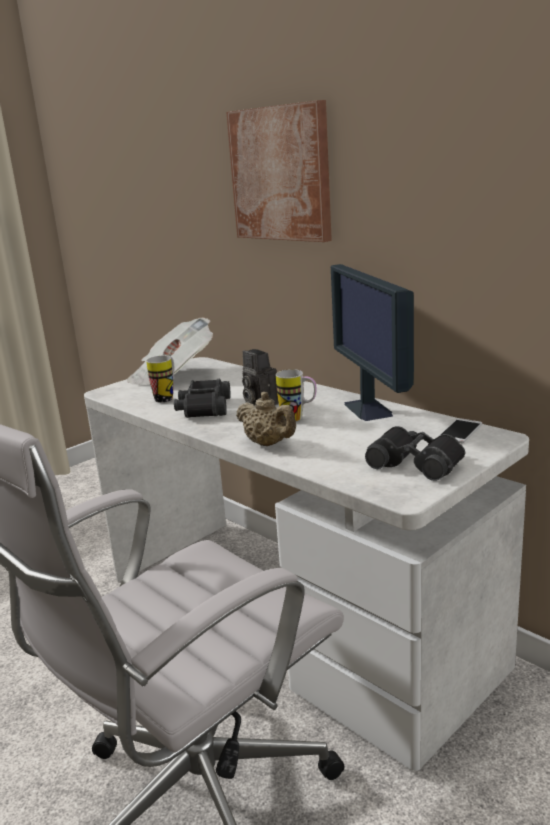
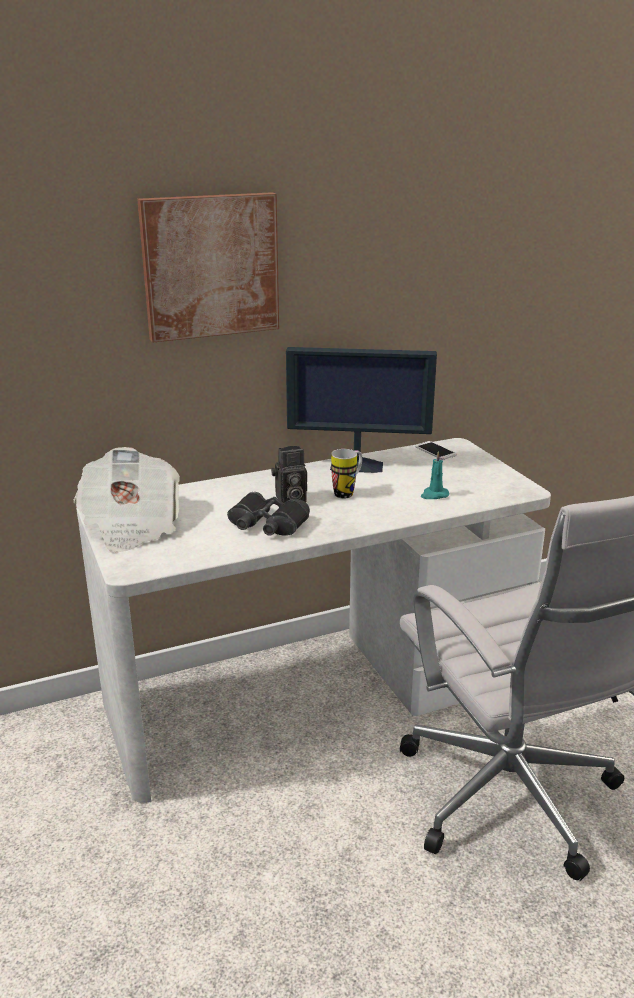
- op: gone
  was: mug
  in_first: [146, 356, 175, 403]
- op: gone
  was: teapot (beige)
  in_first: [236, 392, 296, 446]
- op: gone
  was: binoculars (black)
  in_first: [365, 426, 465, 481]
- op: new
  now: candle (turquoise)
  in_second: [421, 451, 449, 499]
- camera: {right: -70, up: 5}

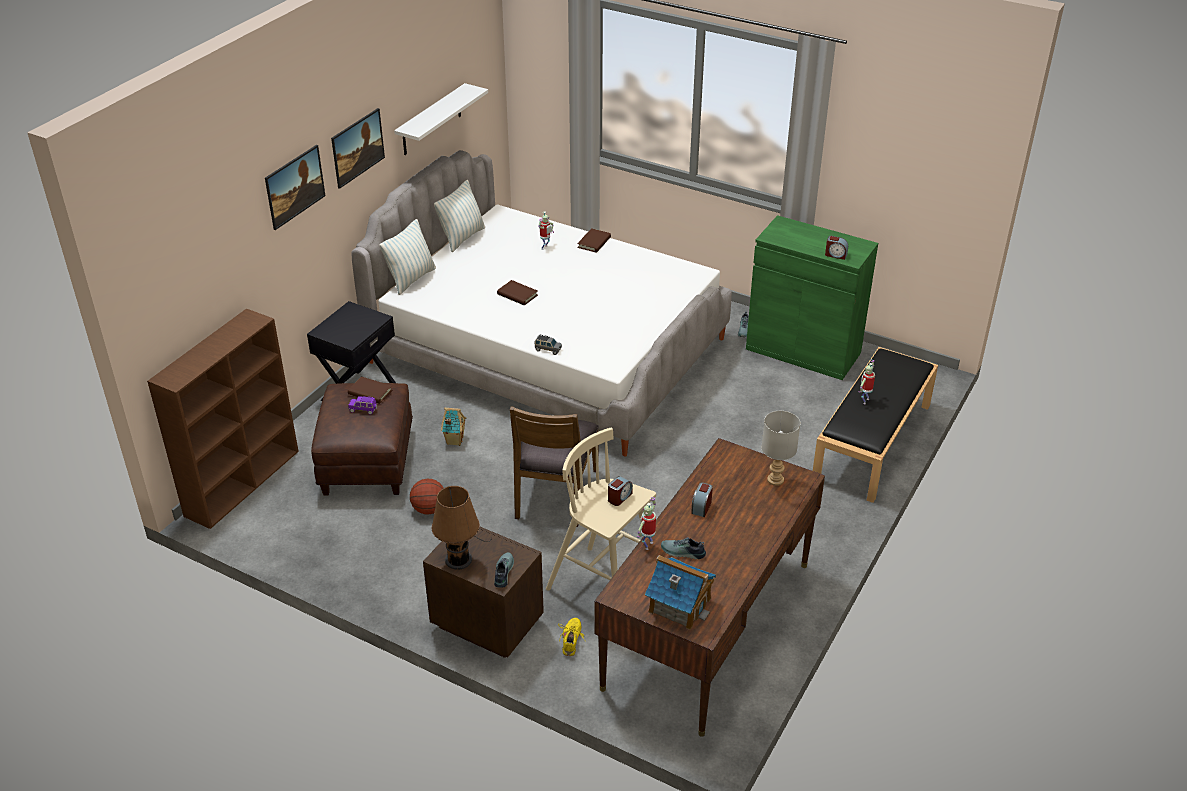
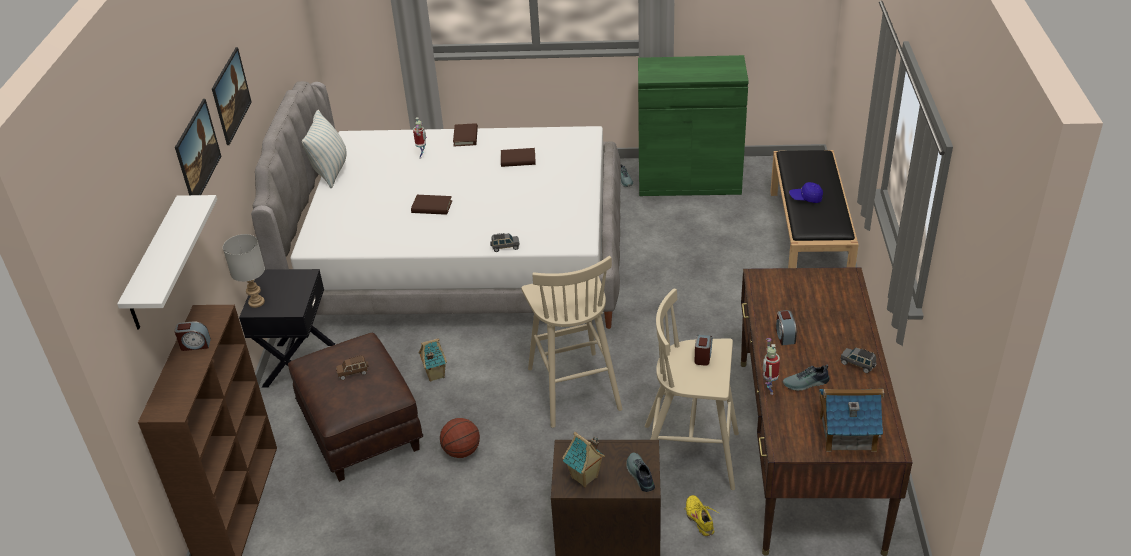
- op: gone
  was: pillow
  in_first: [379, 219, 436, 295]
- op: new
  now: toy car (grey)
  in_second: [840, 347, 877, 373]
- op: shifted
  was: book (brown)
  in_first: [348, 377, 392, 404]
  in_second: [501, 148, 536, 167]
- op: shifted
  was: shelf (white)
  in_first: [394, 83, 488, 155]
  in_second: [117, 195, 217, 330]
- op: shifted
  was: table lamp (grey)
  in_first: [762, 411, 800, 486]
  in_second: [223, 234, 265, 308]
- op: shifted
  was: alarm clock
  in_first: [825, 236, 848, 260]
  in_second: [174, 321, 211, 351]
- op: swapped
  was: table lamp (brown)
  now: toy house
  in_first: [432, 486, 492, 570]
  in_second: [562, 432, 605, 488]
- op: swapped
  was: chair (brown)
  now: stool (beige)
  in_first: [510, 407, 599, 527]
  in_second: [521, 256, 622, 428]
- op: swapped
  was: toy robot
  now: cap (blue)
  in_first: [858, 360, 875, 404]
  in_second: [789, 182, 823, 203]
- op: repainted
  was: toy car (purple)
  now: toy car (brown)
  in_first: [348, 396, 377, 414]
  in_second: [336, 355, 369, 380]
- camera: {right: -25, up: 0}

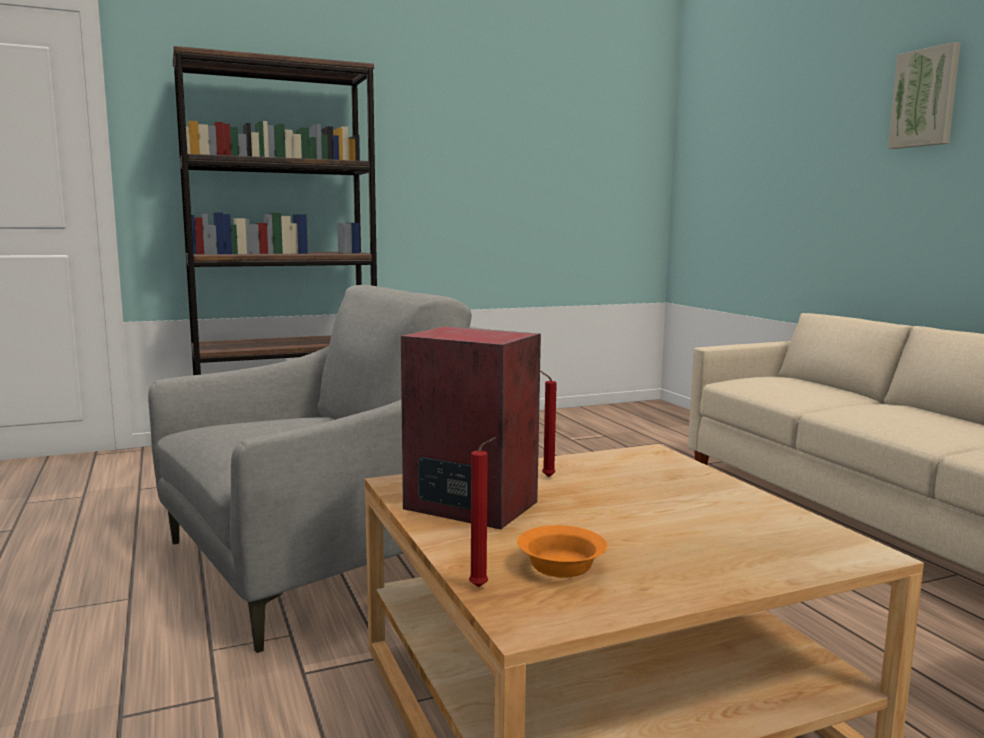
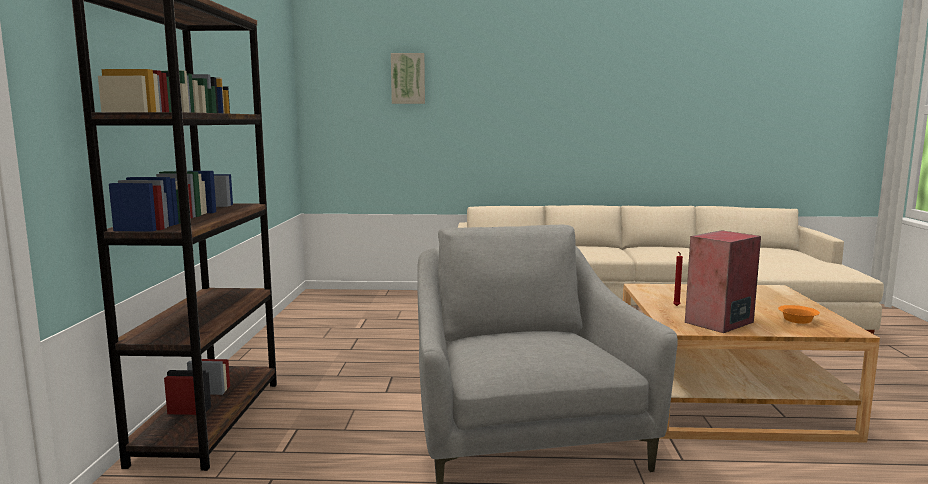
- op: gone
  was: candle (red)
  in_first: [469, 437, 497, 587]
- op: shifted
  was: picture
  in_first: [888, 42, 960, 149]
  in_second: [391, 53, 425, 104]
- camera: {right: -65, up: 0}

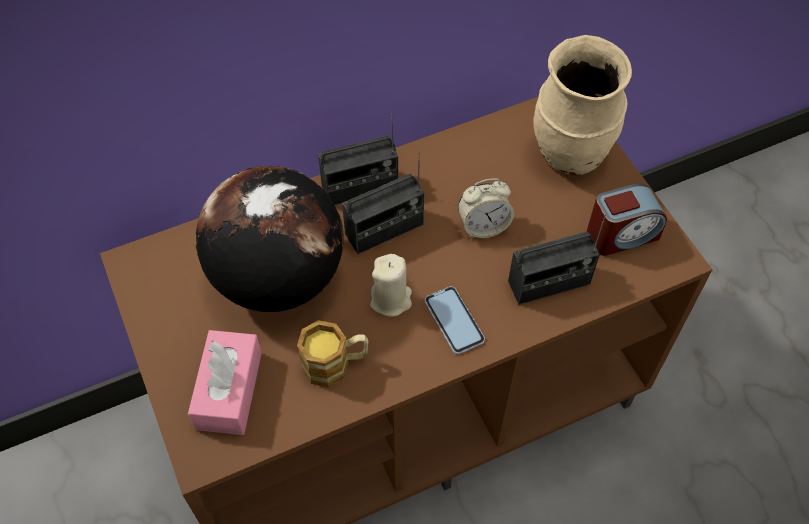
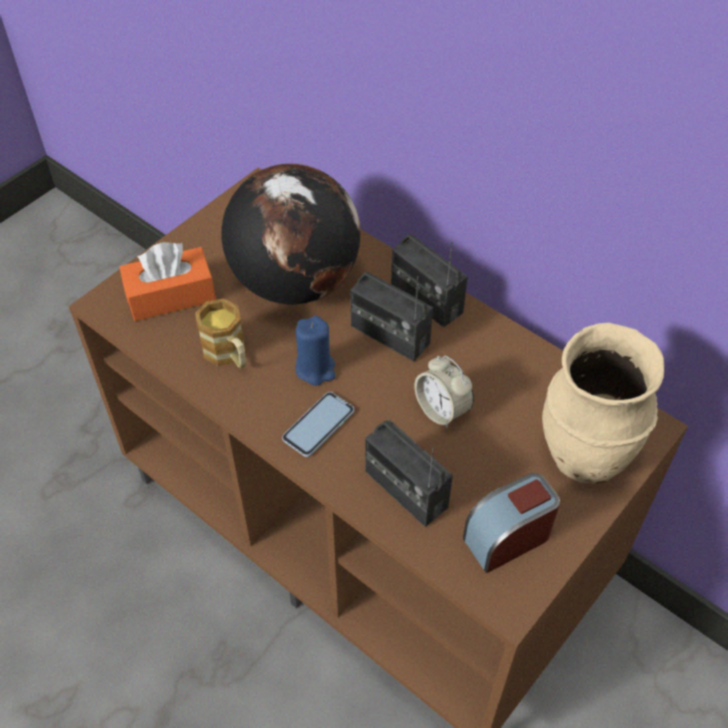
- op: repainted
  was: tissue box (pink)
  now: tissue box (orange)
  in_first: [188, 330, 262, 435]
  in_second: [120, 242, 216, 321]
- op: repainted
  was: candle (beige)
  now: candle (blue)
  in_first: [370, 254, 412, 317]
  in_second: [295, 316, 336, 386]
- op: rotated
  was: alarm clock
  in_first: [587, 184, 667, 256]
  in_second: [463, 473, 560, 573]
  clockwise: 105
- camera: {right: 65, up: -5}

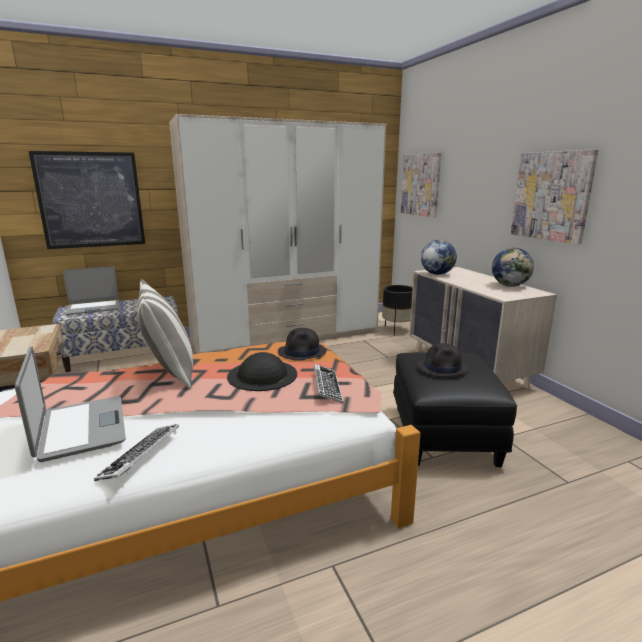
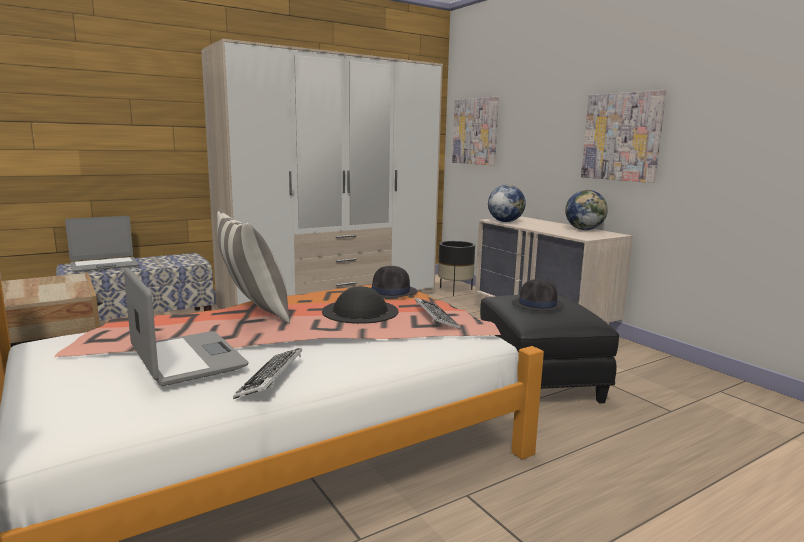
- op: gone
  was: picture
  in_first: [29, 151, 145, 249]
- camera: {right: -10, up: -5}

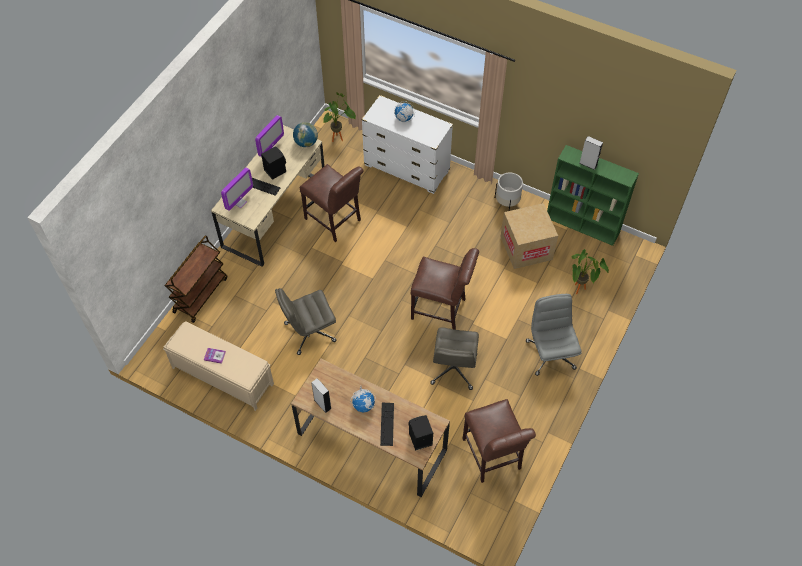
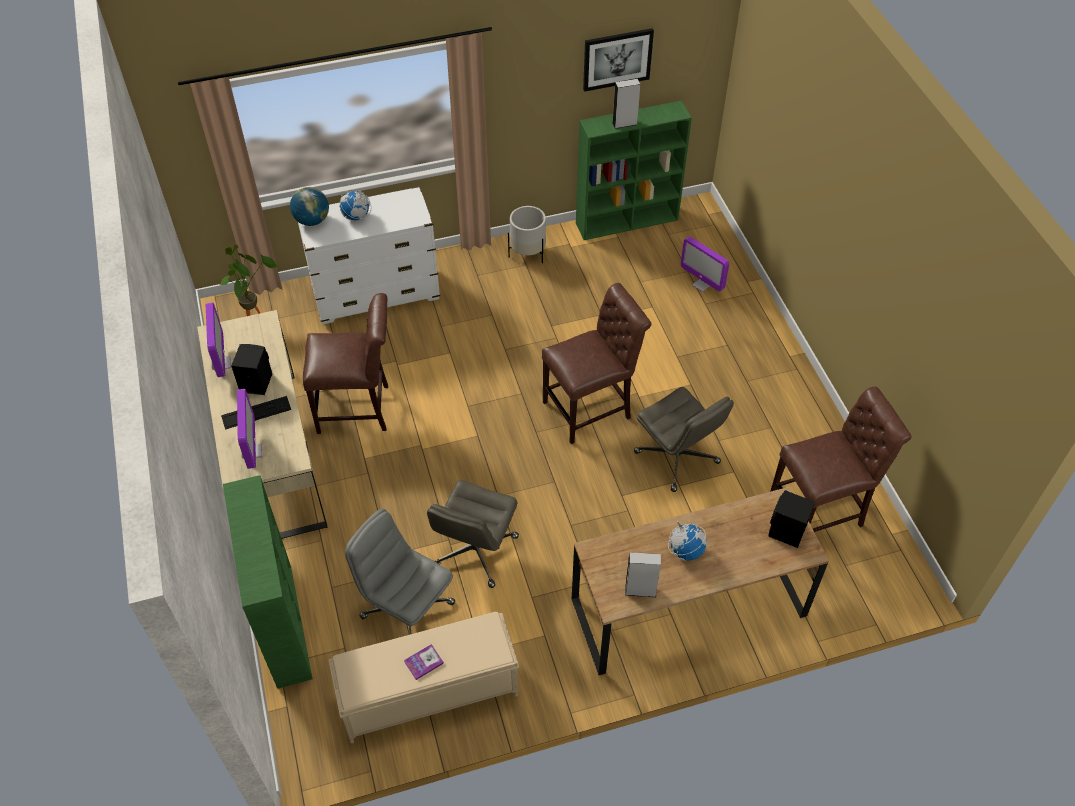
- op: gone
  was: keyboard
  in_first: [380, 403, 394, 446]
- op: gone
  was: cardboard box
  in_first: [501, 203, 558, 269]
- op: new
  now: picture
  in_second: [583, 28, 654, 92]
- op: shifted
  was: globe
  in_first: [293, 122, 318, 147]
  in_second: [290, 187, 329, 226]
- op: shifted
  was: office chair (grey)
  in_first: [526, 294, 582, 376]
  in_second: [345, 508, 455, 634]
- op: swapped
  was: cart (brown)
  now: bookcase (green)
  in_first: [165, 235, 227, 323]
  in_second: [223, 475, 313, 689]
- op: swapped
  was: potted plant
  now: monitor
  in_first: [572, 249, 609, 294]
  in_second: [681, 236, 729, 292]
- op: rotated
  was: chair (brown)
  in_first: [463, 399, 536, 483]
  in_second: [770, 387, 911, 532]
  clockwise: -45
- camera: {right: -45, up: -5}

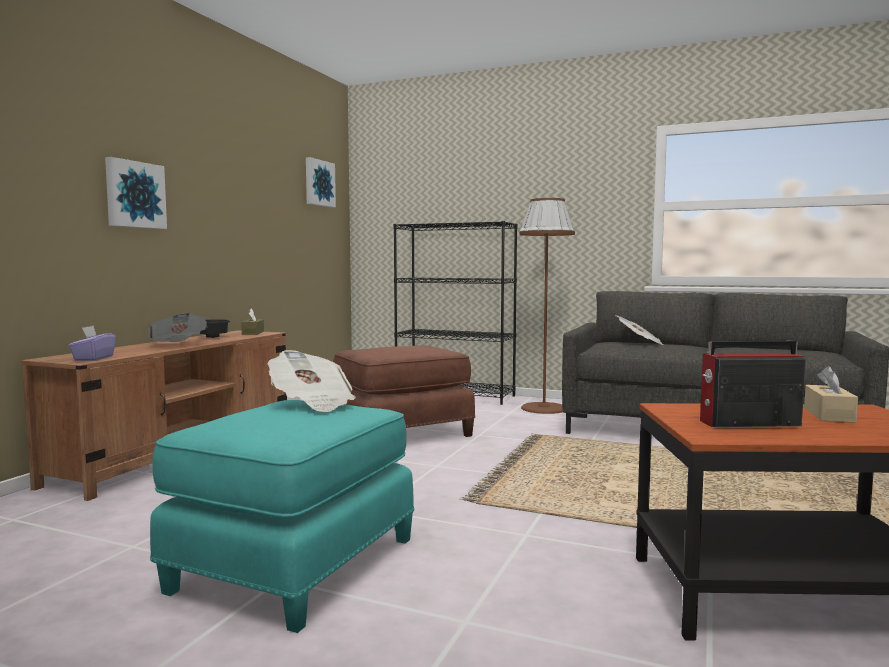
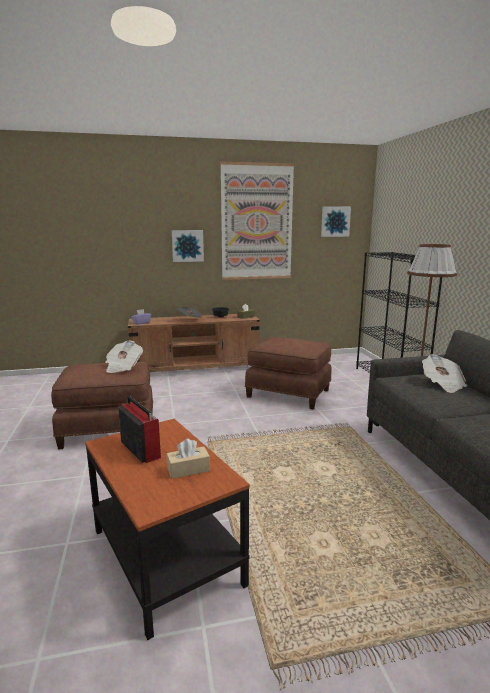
- op: new
  now: picture
  in_second: [220, 161, 294, 280]
- op: repainted
  was: ottoman (turquoise)
  now: ottoman (brown)
  in_first: [150, 400, 414, 633]
  in_second: [51, 361, 153, 450]
- camera: {right: 55, up: 10}

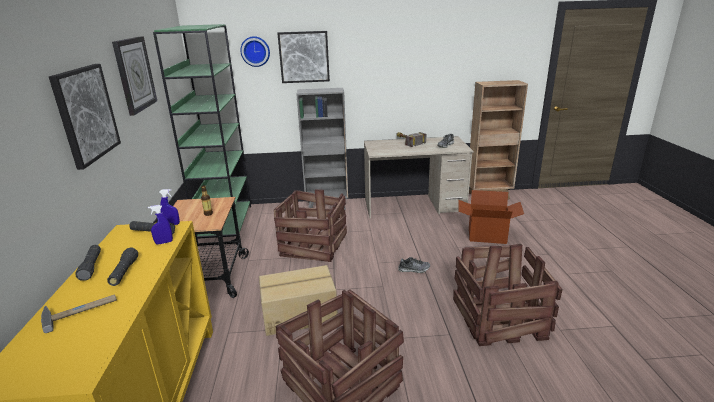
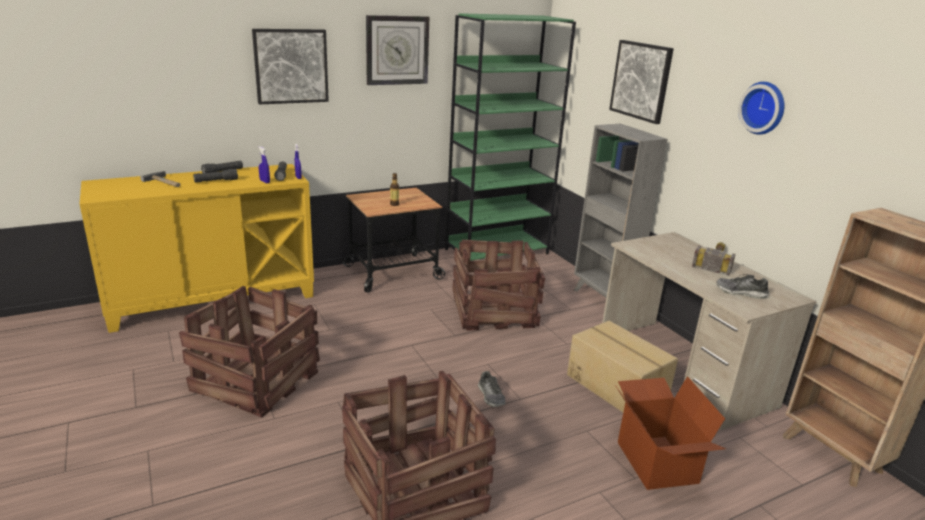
- op: shifted
  was: wall clock
  in_first: [240, 36, 270, 67]
  in_second: [738, 82, 785, 135]
- op: shifted
  was: cardboard box
  in_first: [259, 265, 338, 336]
  in_second: [567, 321, 678, 412]
- camera: {right: 65, up: 0}

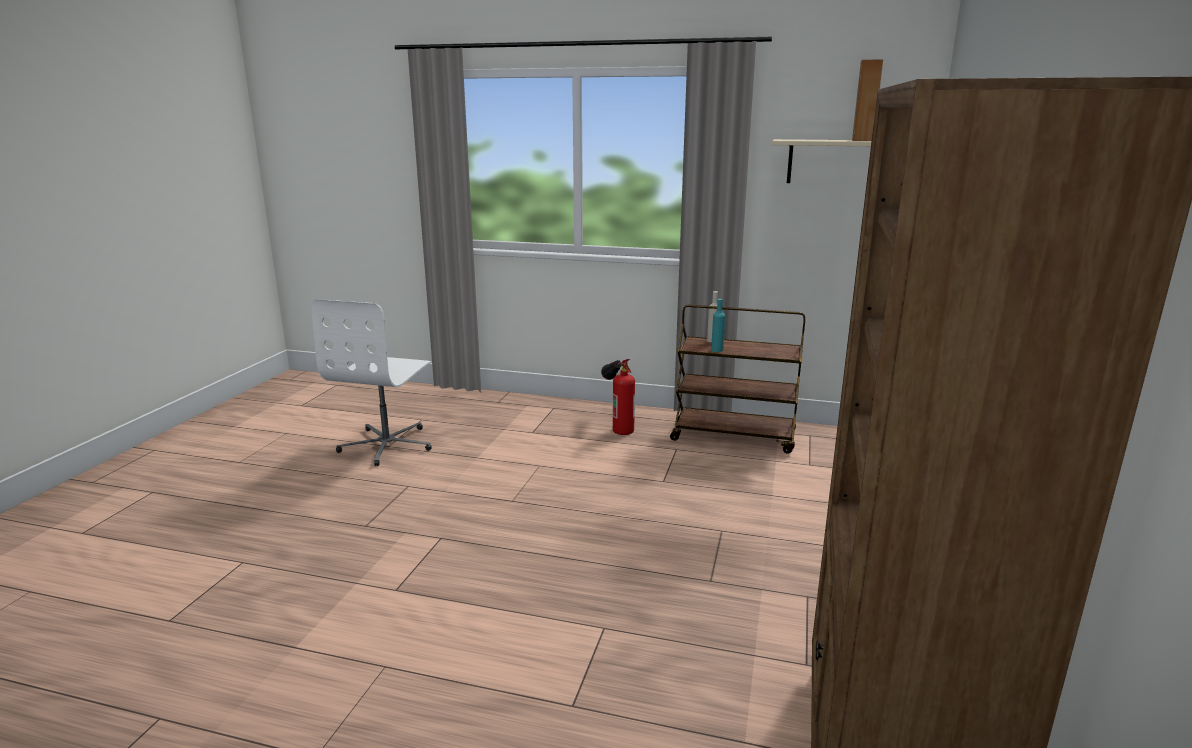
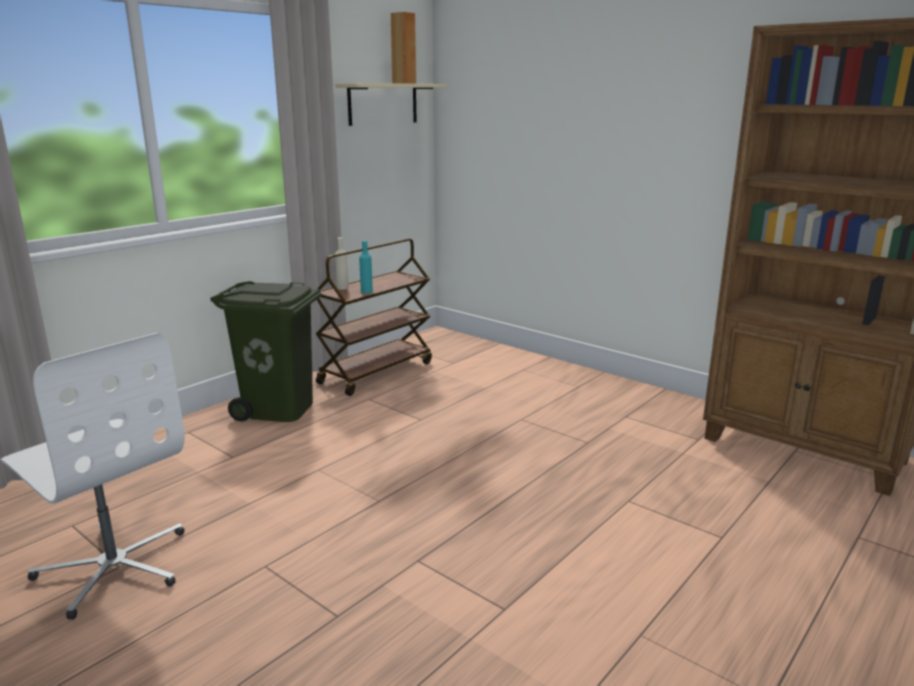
- op: swapped
  was: fire extinguisher
  now: trash can (green)
  in_first: [601, 359, 635, 435]
  in_second: [210, 281, 322, 422]
- camera: {right: -65, up: 0}

